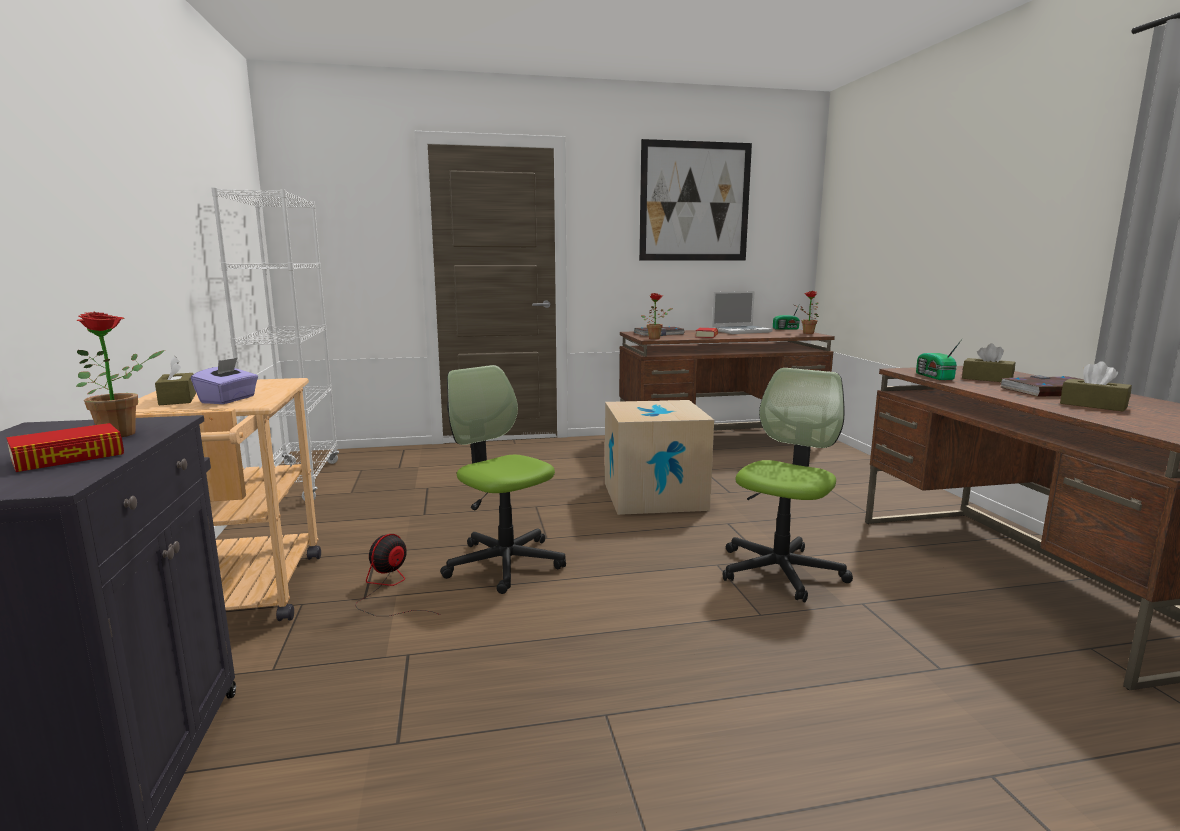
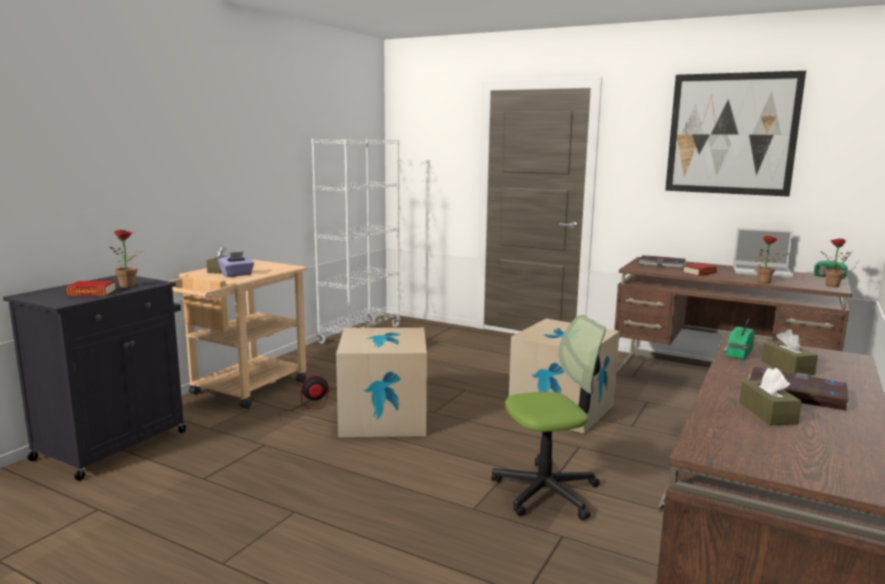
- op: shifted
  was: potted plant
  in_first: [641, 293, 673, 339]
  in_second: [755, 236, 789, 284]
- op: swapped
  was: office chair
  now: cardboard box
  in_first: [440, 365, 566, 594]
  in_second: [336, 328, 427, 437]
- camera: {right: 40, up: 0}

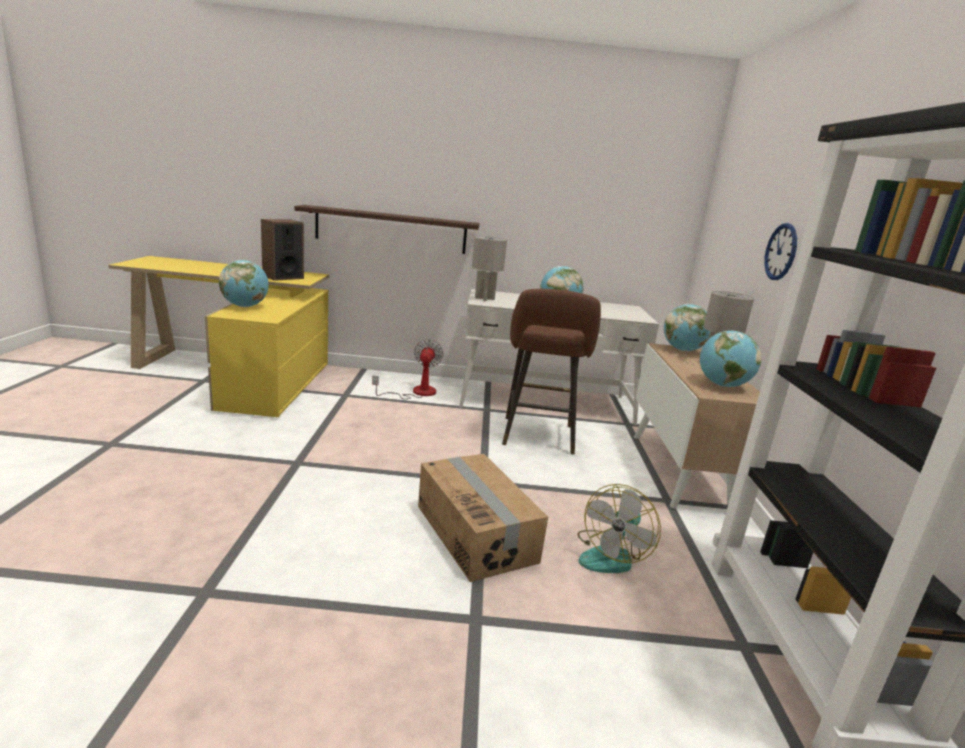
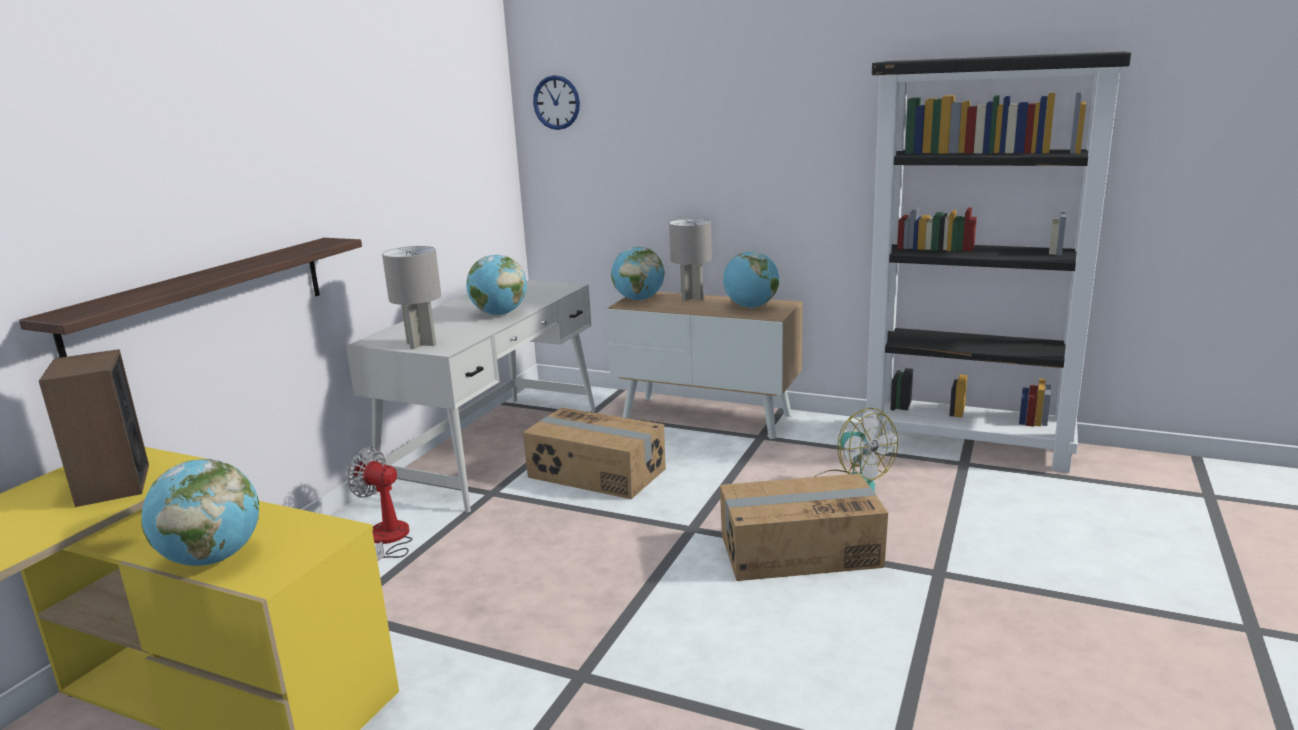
- op: shifted
  was: wall clock
  in_first: [764, 223, 797, 280]
  in_second: [533, 75, 580, 130]
- op: swapped
  was: stool (brown)
  now: cardboard box
  in_first: [502, 289, 601, 454]
  in_second: [523, 408, 666, 499]
- camera: {right: -65, up: 0}

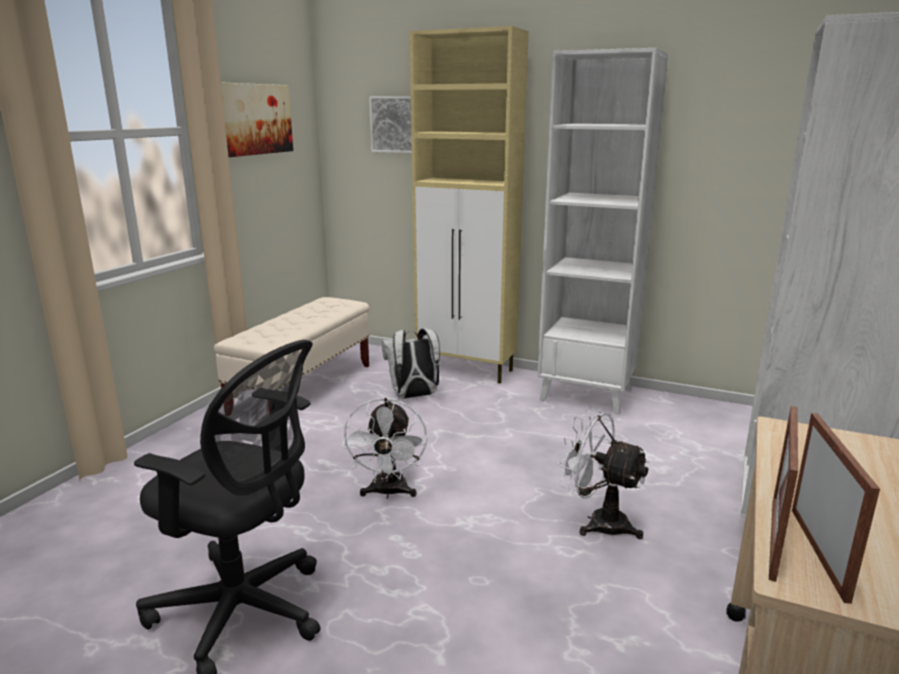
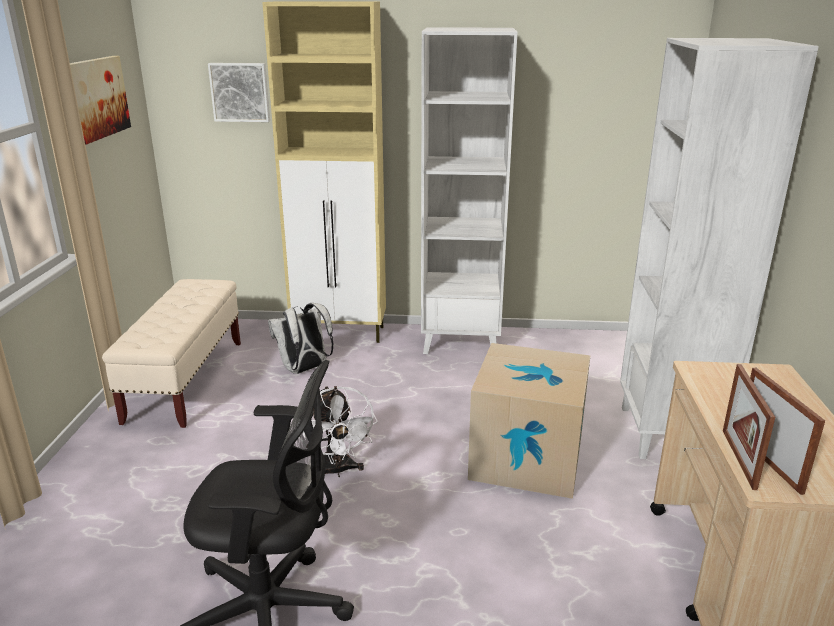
- op: swapped
  was: fan (white)
  now: cardboard box
  in_first: [558, 408, 649, 539]
  in_second: [468, 343, 590, 499]
- camera: {right: -20, up: 5}

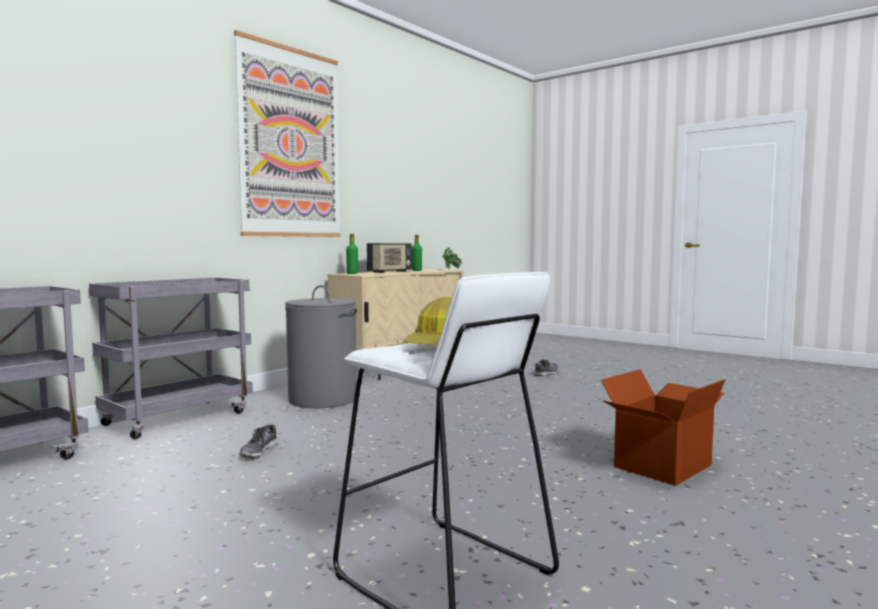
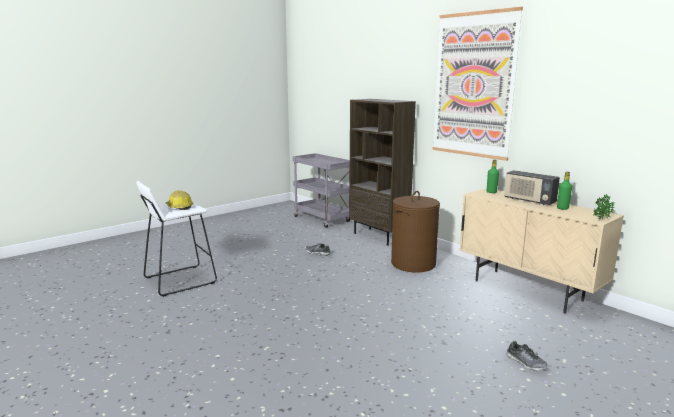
- op: gone
  was: cardboard box
  in_first: [601, 369, 726, 486]
- op: swapped
  was: cart (grey)
  now: bookcase (brown)
  in_first: [89, 278, 253, 439]
  in_second: [349, 99, 416, 246]
- op: repainted
  was: laundry basket (grey)
  now: laundry basket (brown)
  in_first: [285, 285, 357, 408]
  in_second: [391, 191, 440, 272]
- camera: {right: 100, up: 10}

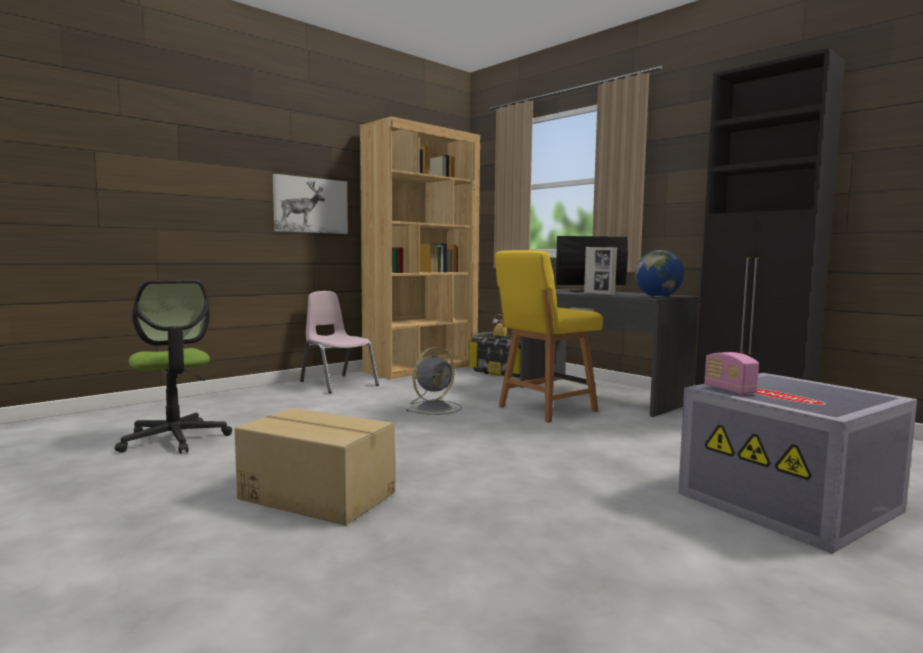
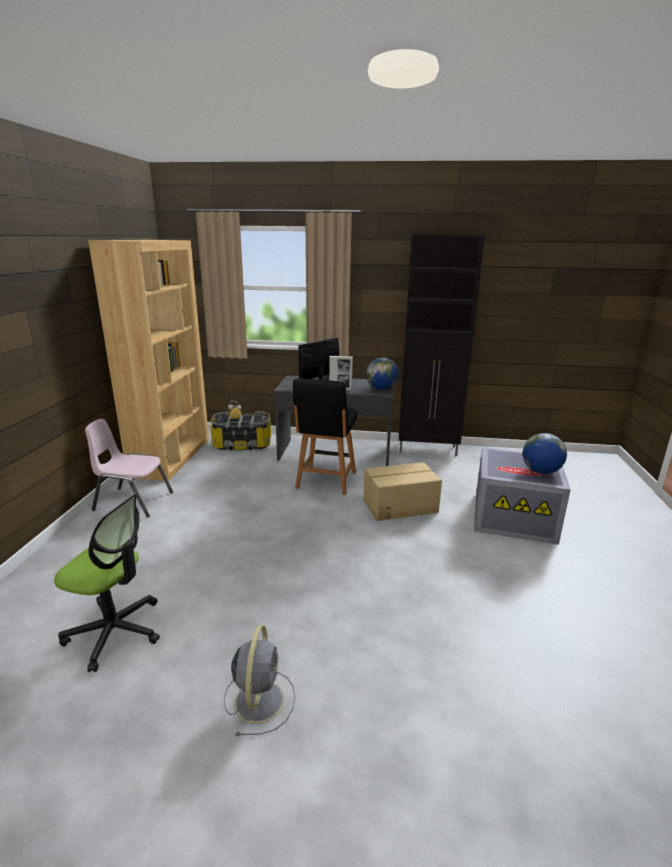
- op: gone
  was: picture
  in_first: [273, 174, 348, 234]
- op: gone
  was: radio
  in_first: [704, 352, 759, 395]
- op: new
  now: globe
  in_second: [523, 433, 567, 474]
- op: shifted
  was: cardboard box
  in_first: [235, 408, 395, 526]
  in_second: [363, 462, 442, 521]
- op: shifted
  was: fan (grey)
  in_first: [406, 347, 462, 415]
  in_second: [224, 625, 295, 736]
- op: repainted
  was: chair (yellow)
  now: chair (black)
  in_first: [495, 250, 603, 423]
  in_second: [293, 378, 357, 495]
- camera: {right: -40, up: 15}

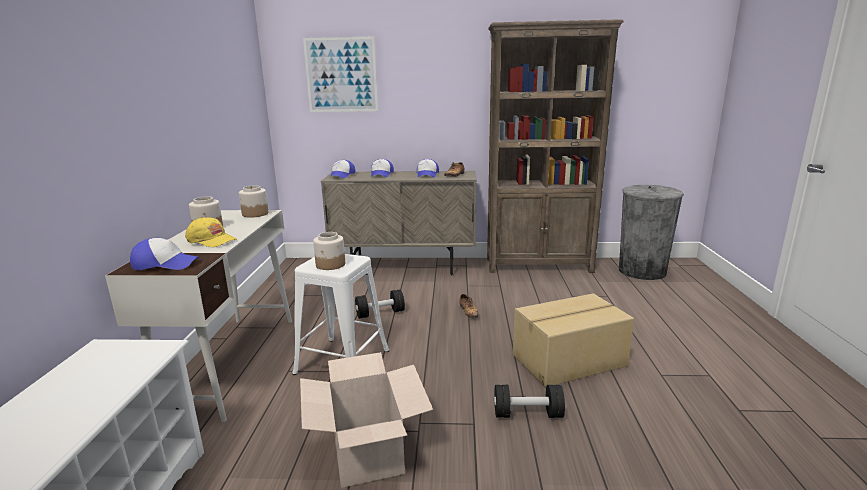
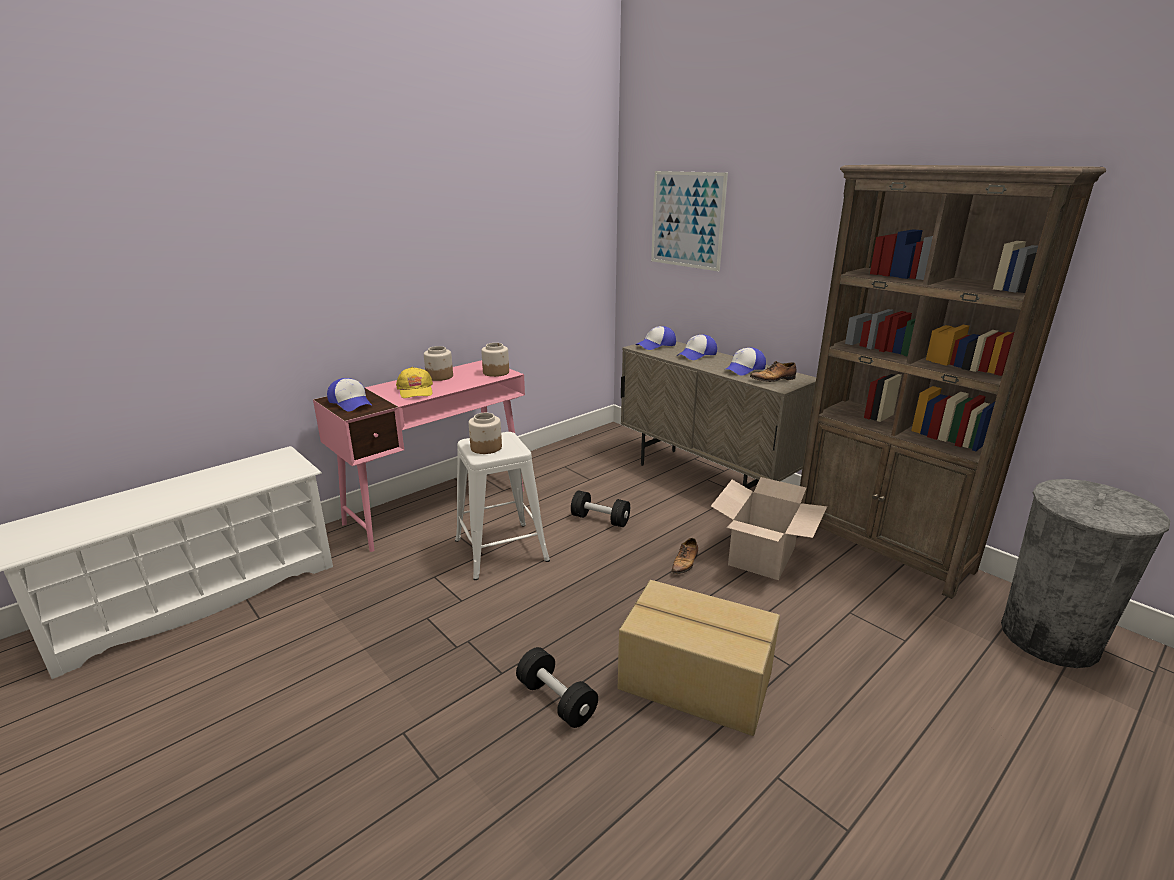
- op: shifted
  was: cardboard box
  in_first: [300, 352, 433, 488]
  in_second: [711, 477, 827, 580]
- op: repainted
  was: desk (white)
  now: desk (pink)
  in_first: [105, 210, 292, 422]
  in_second: [313, 360, 525, 552]
- camera: {right: 45, up: 5}

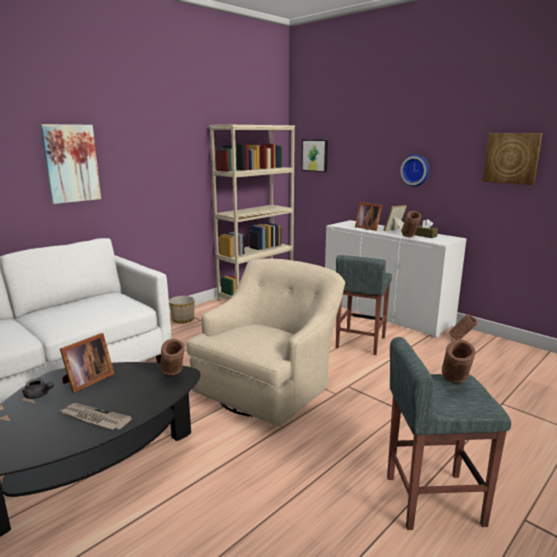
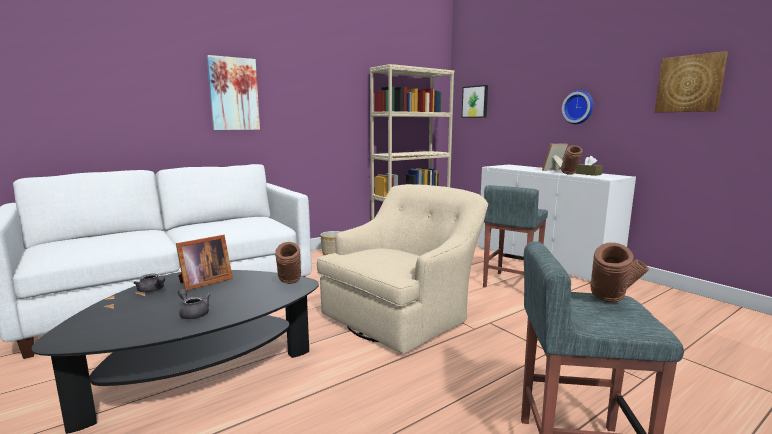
- op: gone
  was: picture frame
  in_first: [355, 202, 382, 231]
- op: swapped
  was: newspaper
  now: teapot (grey)
  in_first: [59, 403, 132, 430]
  in_second: [178, 289, 211, 319]
- camera: {right: 10, up: -5}

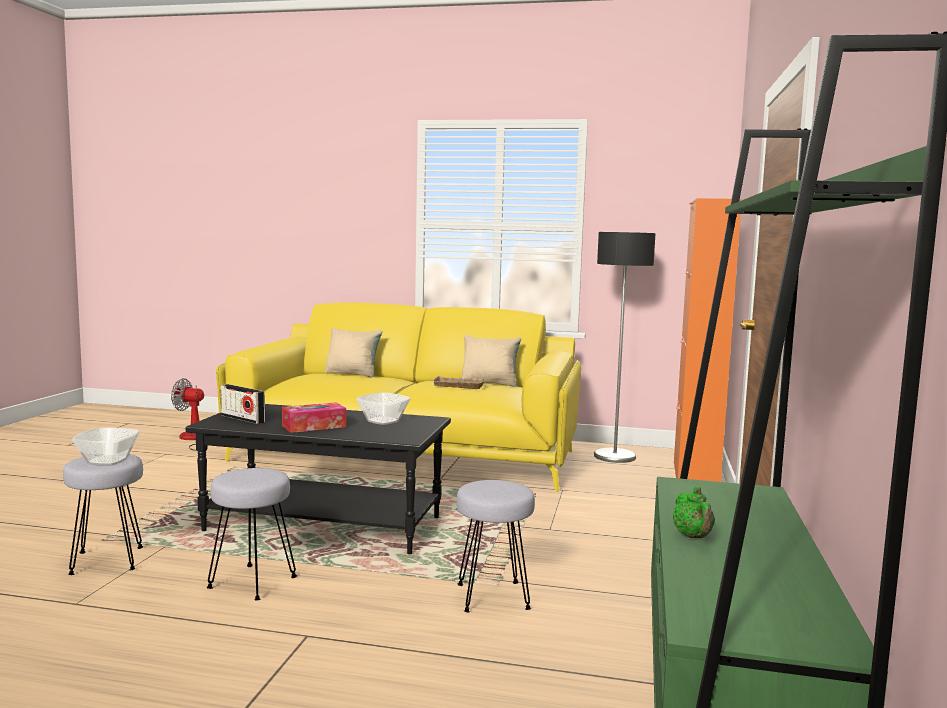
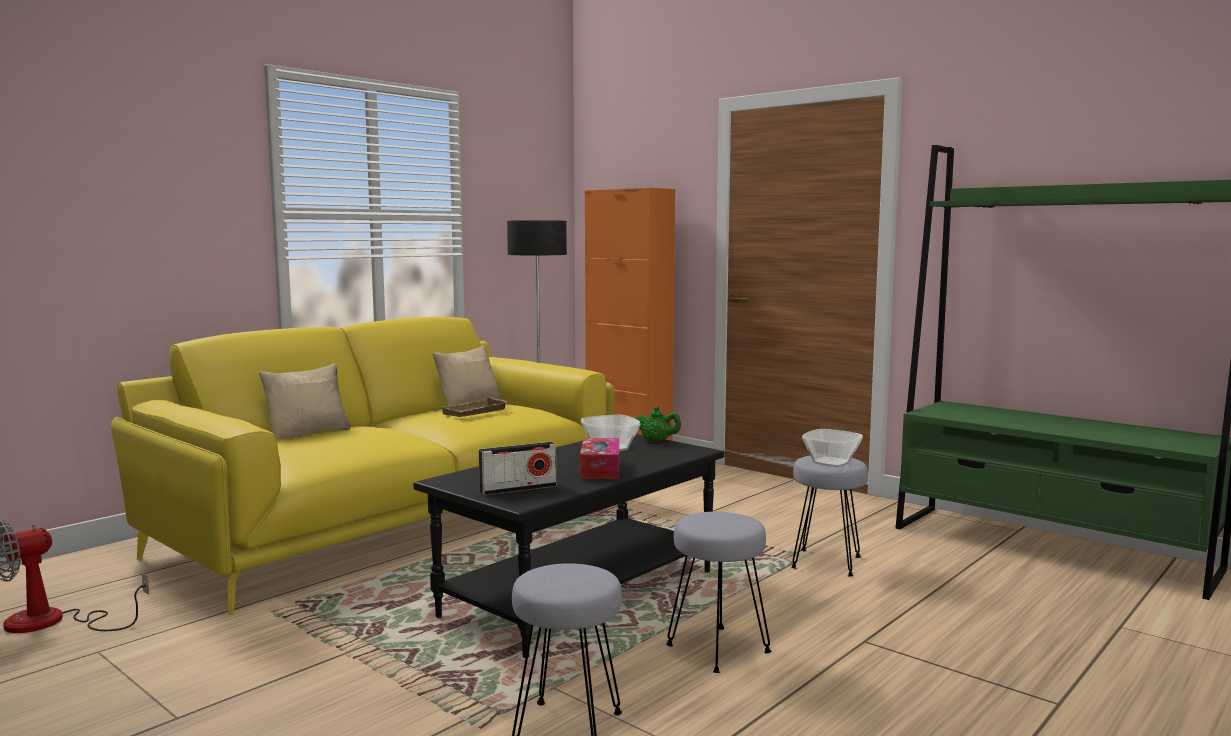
- op: shifted
  was: bowl
  in_first: [72, 427, 140, 466]
  in_second: [802, 429, 863, 467]
- op: shifted
  was: teapot (green)
  in_first: [673, 486, 715, 538]
  in_second: [635, 406, 681, 442]
- camera: {right: -60, up: 0}

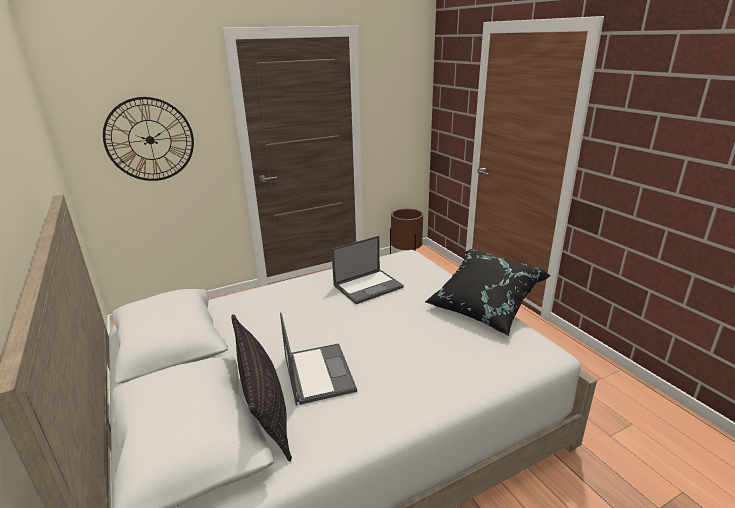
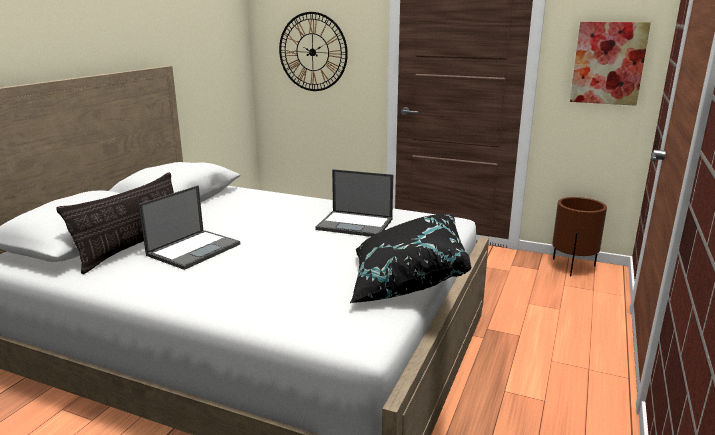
- op: new
  now: picture
  in_second: [570, 22, 651, 106]
- camera: {right: 50, up: -5}

